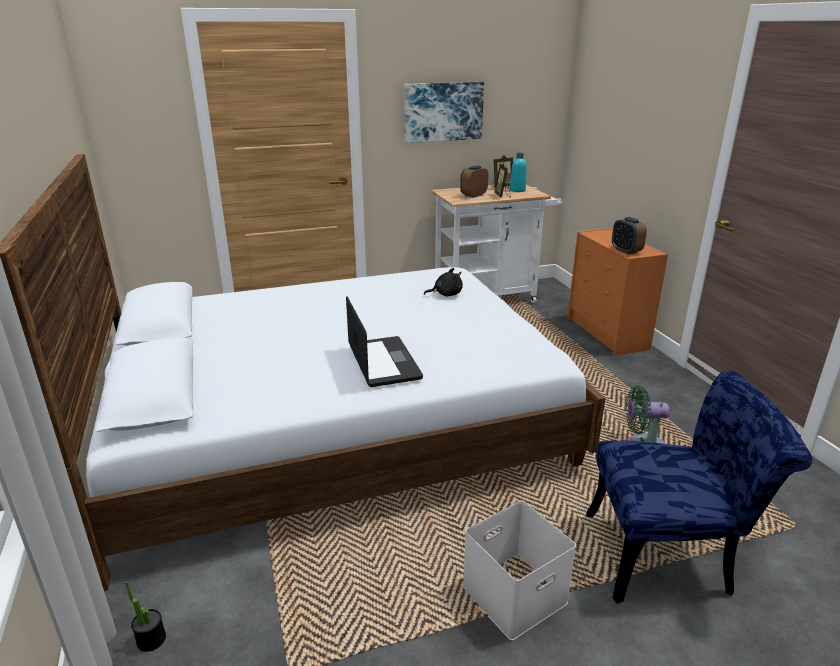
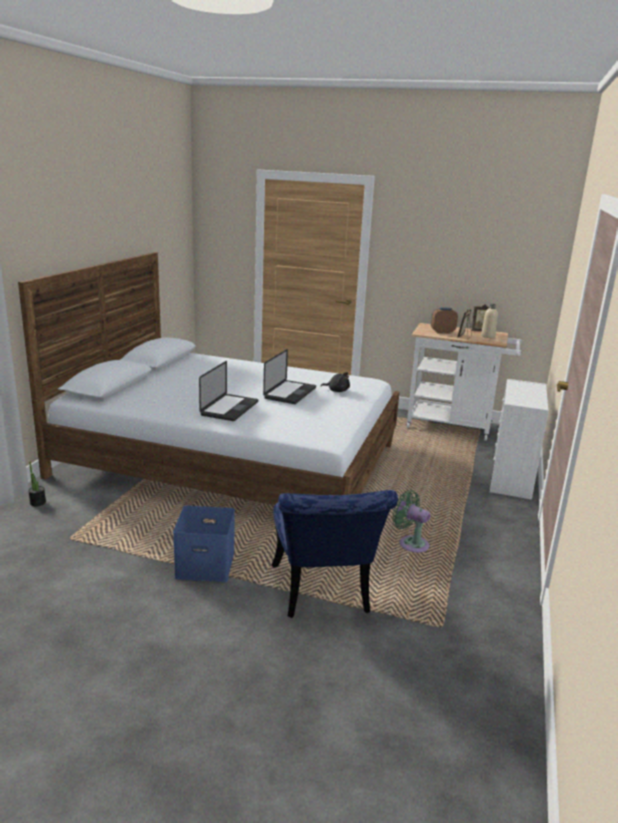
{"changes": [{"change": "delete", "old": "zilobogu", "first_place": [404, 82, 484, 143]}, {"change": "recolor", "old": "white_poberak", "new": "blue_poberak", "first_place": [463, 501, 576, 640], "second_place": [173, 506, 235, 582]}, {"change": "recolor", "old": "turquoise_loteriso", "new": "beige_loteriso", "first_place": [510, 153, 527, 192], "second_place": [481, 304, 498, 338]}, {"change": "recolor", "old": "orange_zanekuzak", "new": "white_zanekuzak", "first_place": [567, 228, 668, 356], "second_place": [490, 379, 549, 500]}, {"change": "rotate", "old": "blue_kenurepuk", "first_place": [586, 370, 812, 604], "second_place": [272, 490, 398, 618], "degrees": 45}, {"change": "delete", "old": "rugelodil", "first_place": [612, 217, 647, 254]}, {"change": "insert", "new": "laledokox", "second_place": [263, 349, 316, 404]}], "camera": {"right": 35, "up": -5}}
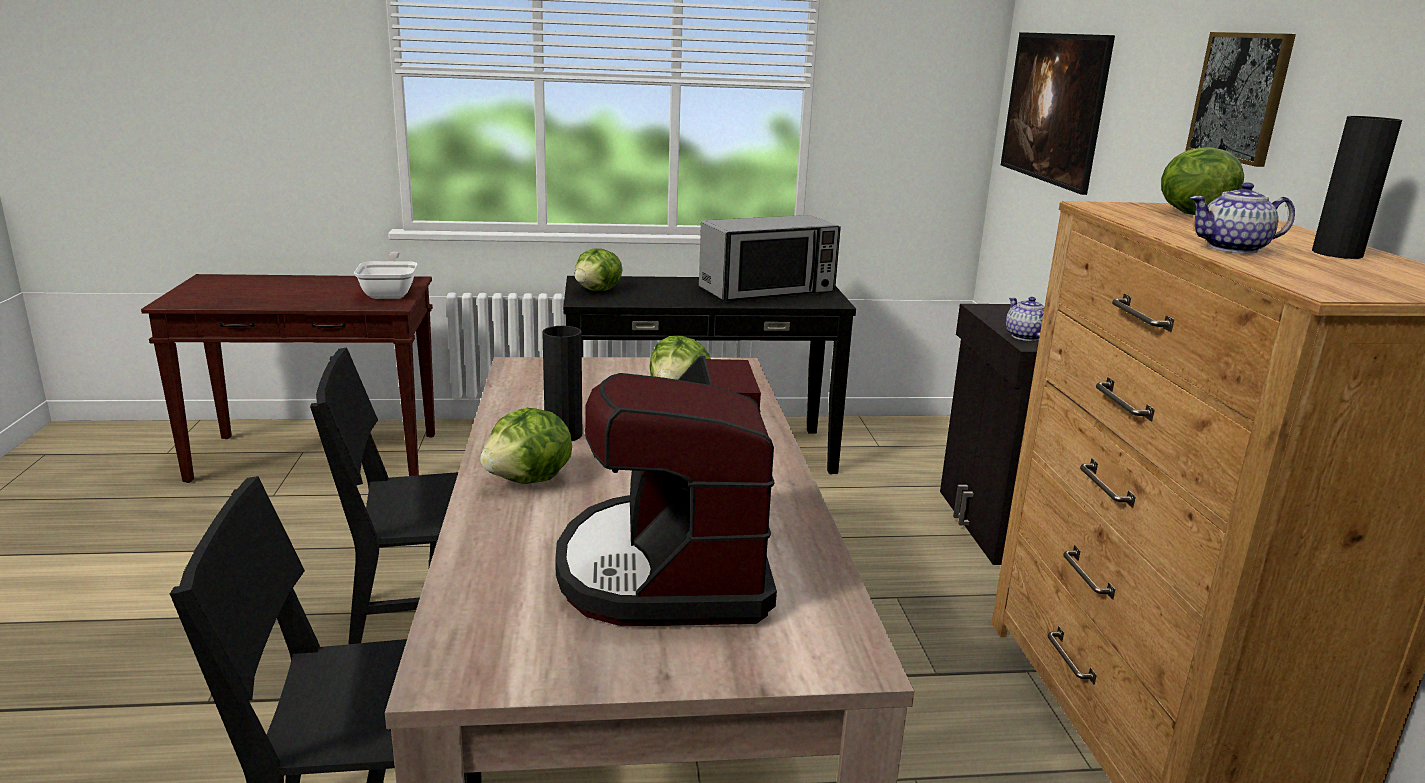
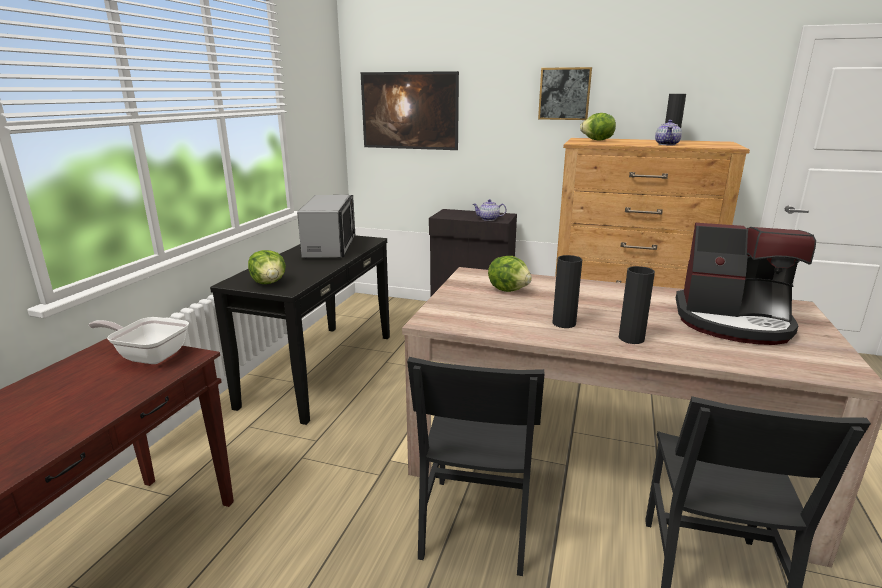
{"changes": [{"change": "replace", "old": "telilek", "new": "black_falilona", "first_place": [480, 408, 572, 484], "second_place": [619, 266, 655, 344]}], "camera": {"right": -65, "up": 0}}
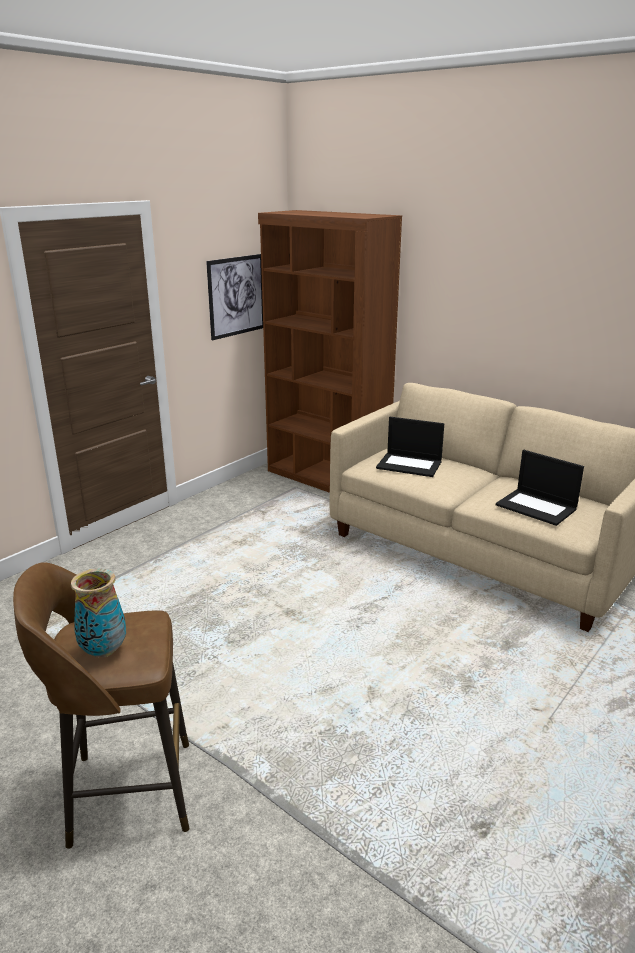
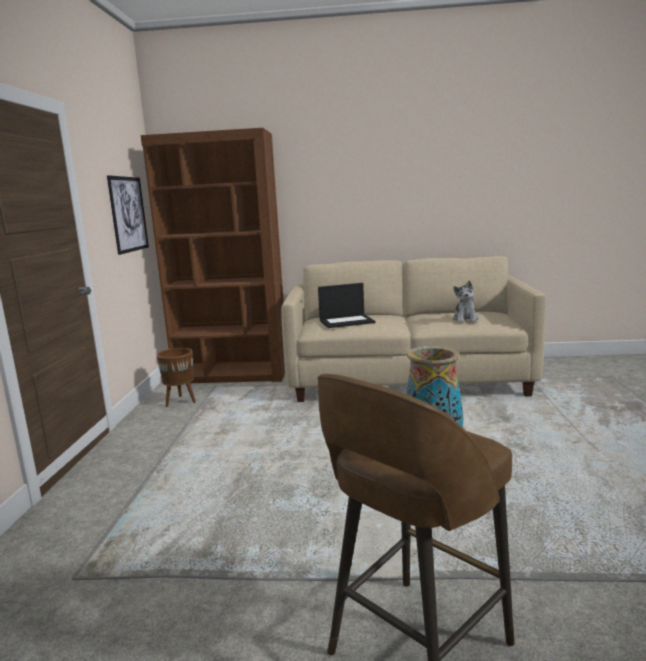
{"changes": [{"change": "replace", "old": "laledokox", "new": "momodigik", "first_place": [496, 450, 584, 526], "second_place": [453, 281, 479, 323]}, {"change": "insert", "new": "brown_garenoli", "second_place": [157, 348, 196, 407]}], "camera": {"right": -35, "up": -10}}
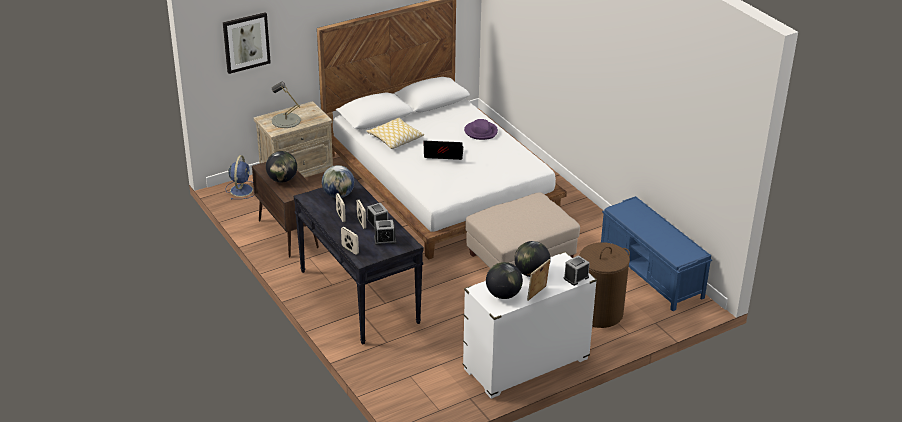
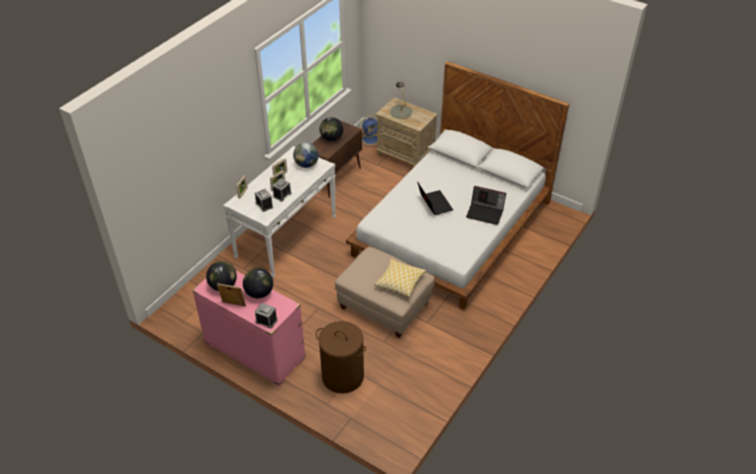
{"changes": [{"change": "delete", "old": "zilobogu", "first_place": [223, 12, 271, 74]}, {"change": "recolor", "old": "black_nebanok", "new": "white_nebanok", "first_place": [294, 177, 423, 345], "second_place": [223, 146, 336, 278]}, {"change": "move", "old": "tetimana", "first_place": [366, 118, 424, 149], "second_place": [374, 258, 426, 298]}, {"change": "recolor", "old": "white_zanekuzak", "new": "pink_zanekuzak", "first_place": [463, 252, 597, 399], "second_place": [192, 271, 306, 387]}, {"change": "replace", "old": "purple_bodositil", "new": "laledokox", "first_place": [464, 119, 498, 140], "second_place": [466, 186, 506, 225]}, {"change": "delete", "old": "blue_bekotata", "first_place": [601, 196, 712, 311]}], "camera": {"right": 65, "up": 10}}
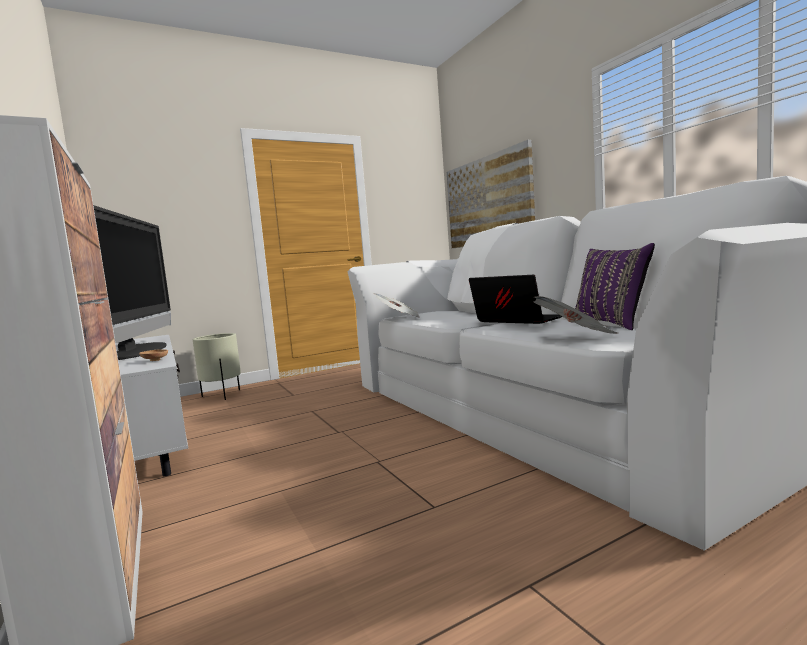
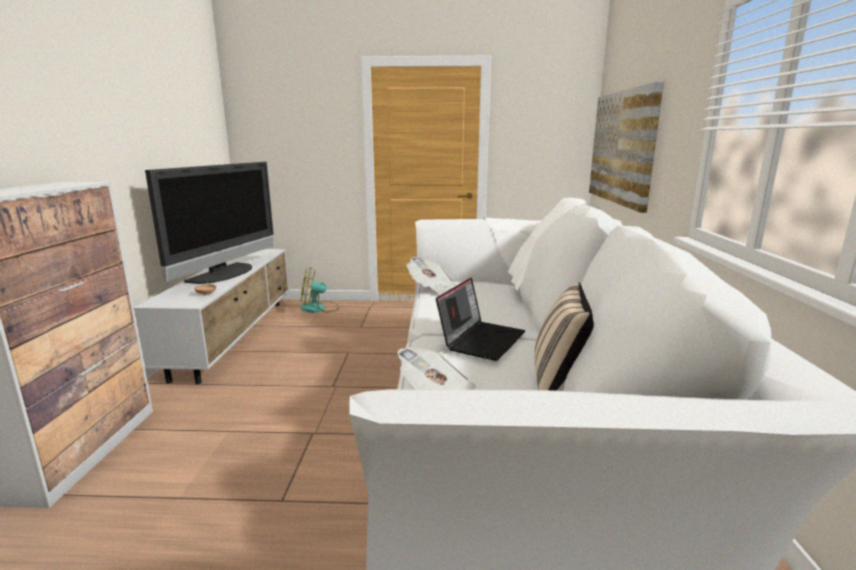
{"changes": [{"change": "replace", "old": "beige_garenoli", "new": "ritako", "first_place": [193, 333, 241, 400], "second_place": [300, 267, 339, 313]}, {"change": "rotate", "old": "laledokox", "first_place": [469, 275, 562, 324], "second_place": [436, 277, 525, 361], "degrees": 45}, {"change": "recolor", "old": "purple_tetimana", "new": "beige_tetimana", "first_place": [572, 243, 655, 330], "second_place": [534, 282, 594, 391]}], "camera": {"right": 30, "up": 10}}
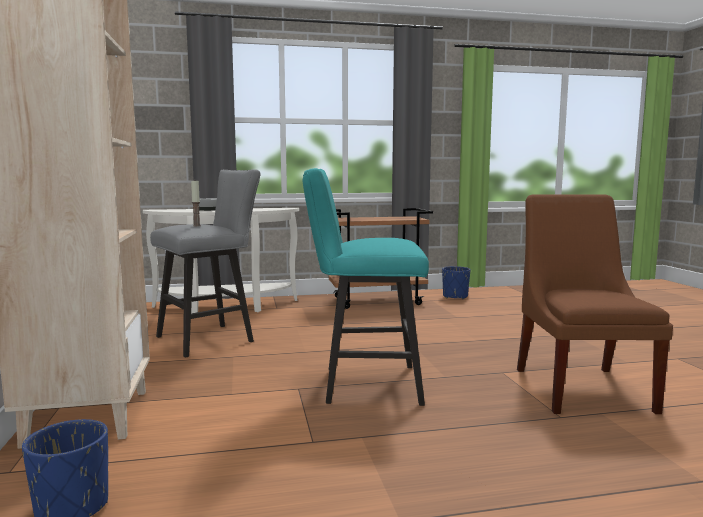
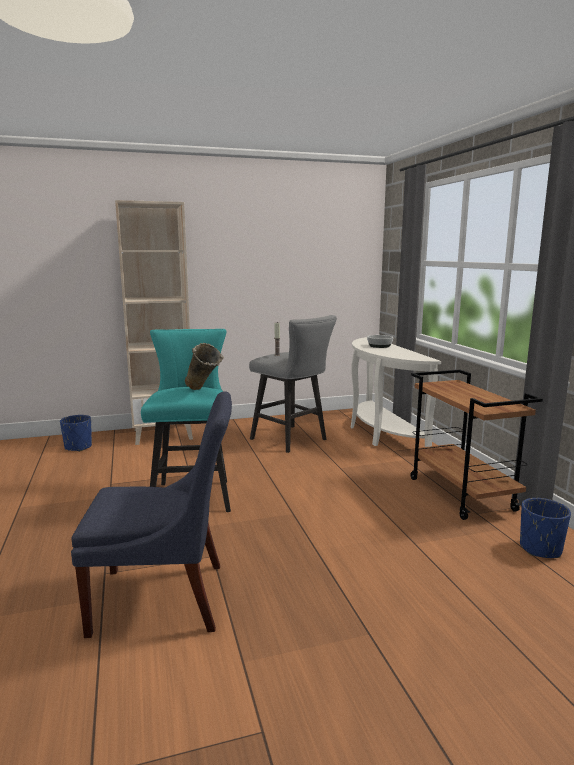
{"changes": [{"change": "recolor", "old": "brown_kenurepuk", "new": "blue_kenurepuk", "first_place": [517, 194, 673, 414], "second_place": [71, 392, 232, 638]}, {"change": "insert", "new": "beige_falilona", "second_place": [185, 343, 224, 390]}], "camera": {"right": 85, "up": 5}}
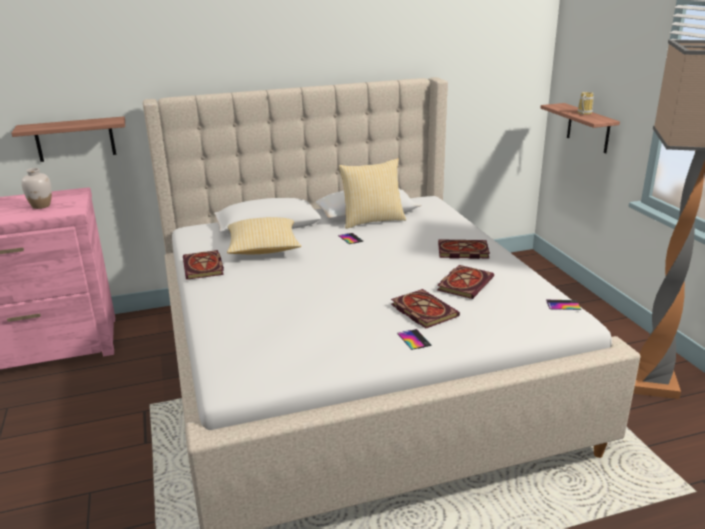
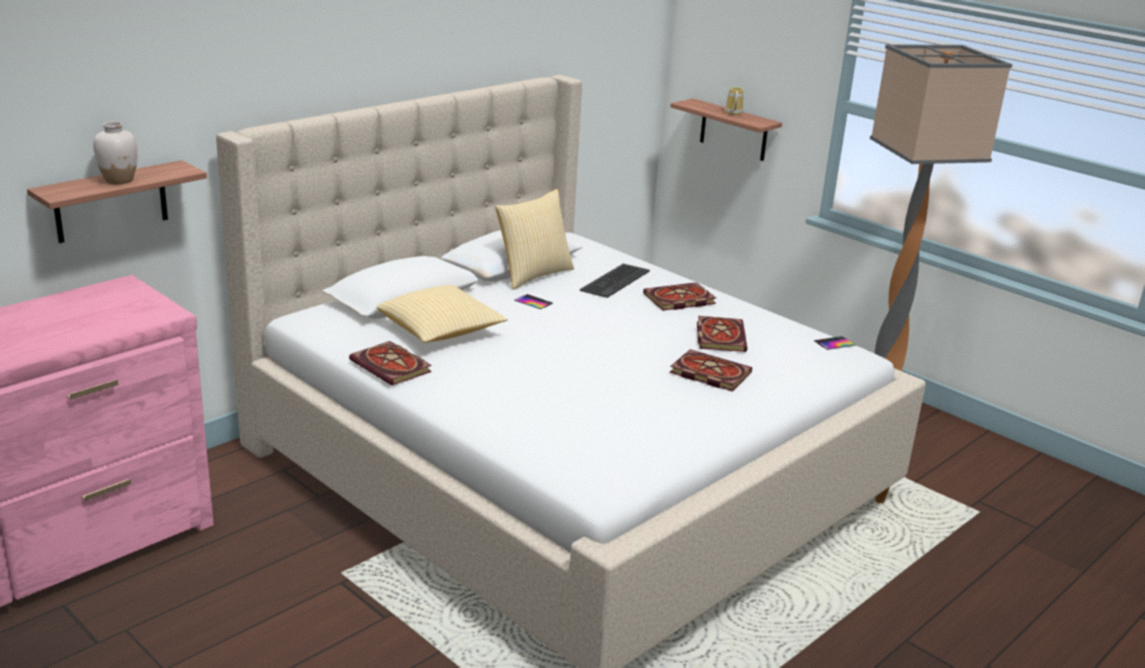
{"changes": [{"change": "move", "old": "white_falilona", "first_place": [21, 168, 52, 209], "second_place": [93, 121, 138, 185]}, {"change": "delete", "old": "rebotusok", "first_place": [397, 329, 432, 350]}, {"change": "insert", "new": "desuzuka", "second_place": [580, 264, 650, 298]}], "camera": {"right": -30, "up": 0}}
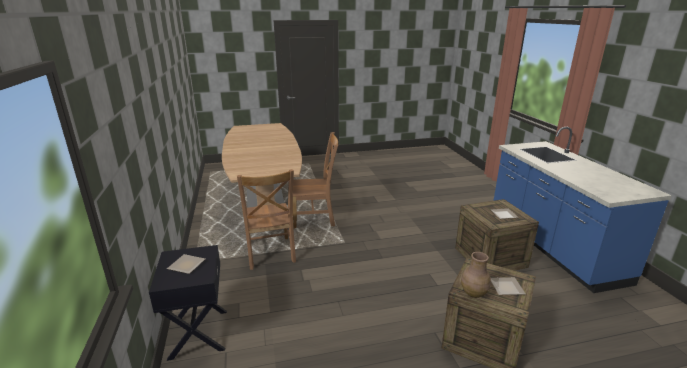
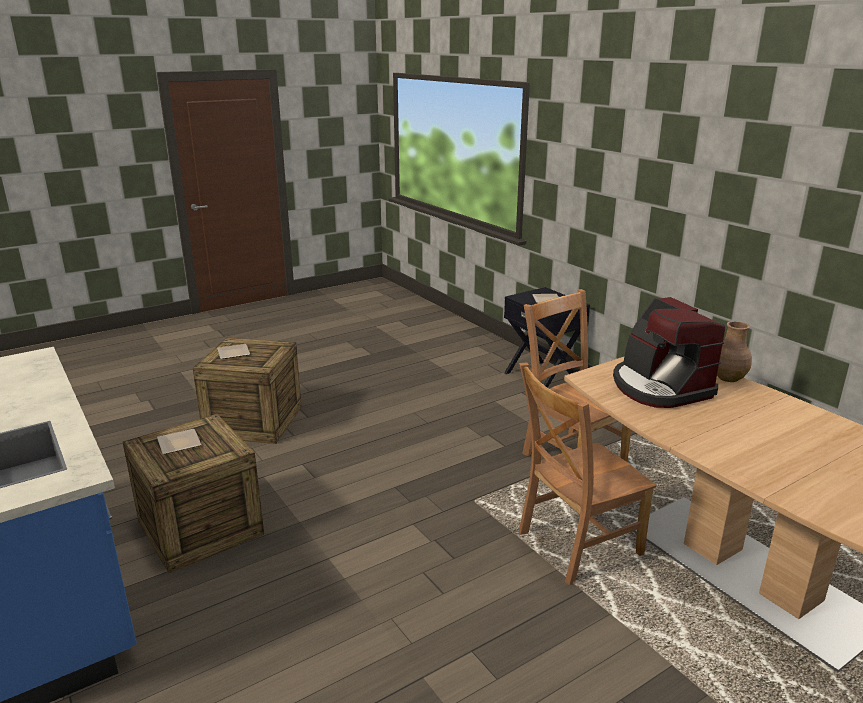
{"changes": [{"change": "move", "old": "brown_falilona", "first_place": [461, 252, 491, 298], "second_place": [717, 321, 752, 382]}, {"change": "insert", "new": "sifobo", "second_place": [613, 297, 725, 408]}], "camera": {"right": 160, "up": 0}}
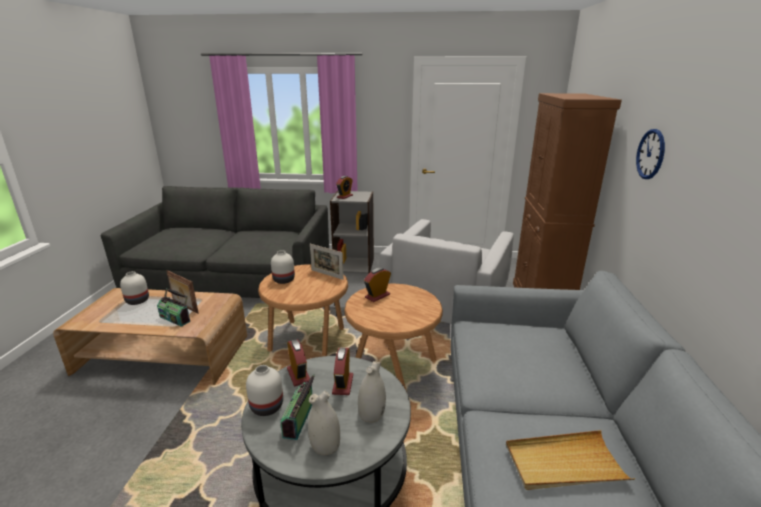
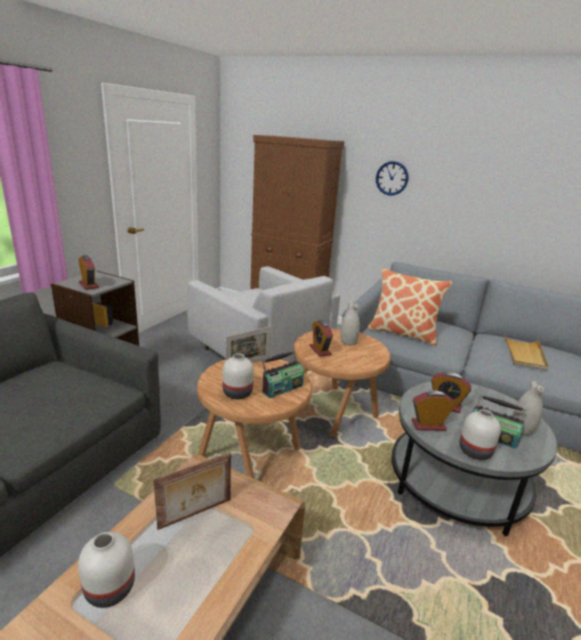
{"changes": [{"change": "move", "old": "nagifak", "first_place": [157, 288, 190, 327], "second_place": [262, 351, 304, 398]}, {"change": "move", "old": "white_falilona", "first_place": [358, 361, 386, 423], "second_place": [340, 302, 360, 346]}, {"change": "insert", "new": "tetimana", "second_place": [367, 268, 453, 346]}], "camera": {"right": -70, "up": 0}}
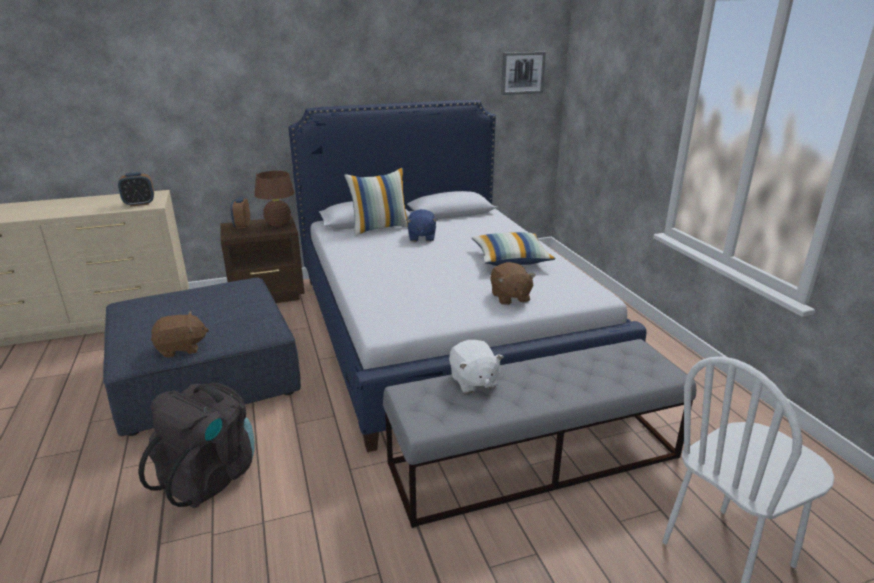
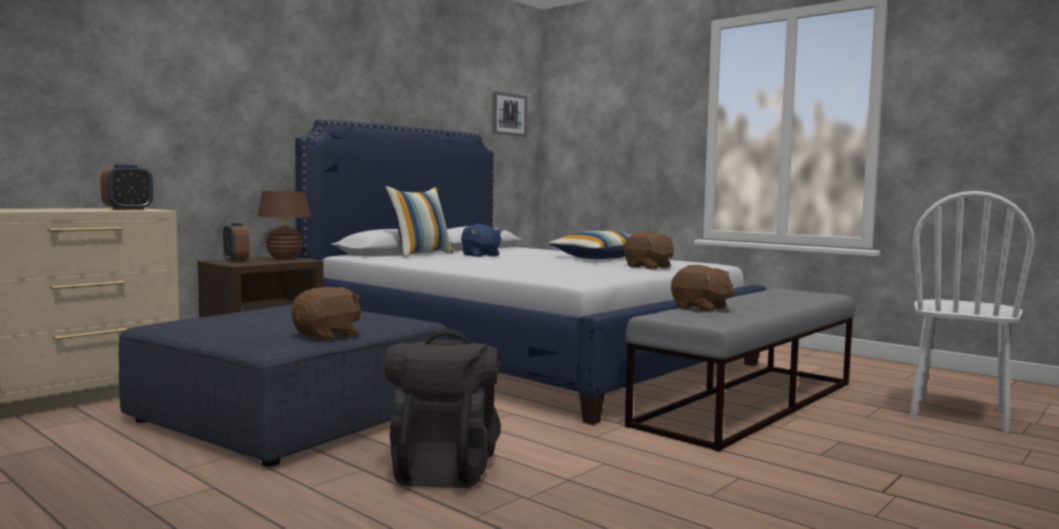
{"changes": [{"change": "recolor", "old": "white_momodigik", "new": "brown_momodigik", "first_place": [449, 340, 504, 394], "second_place": [671, 265, 734, 312]}], "camera": {"right": -30, "up": -20}}
